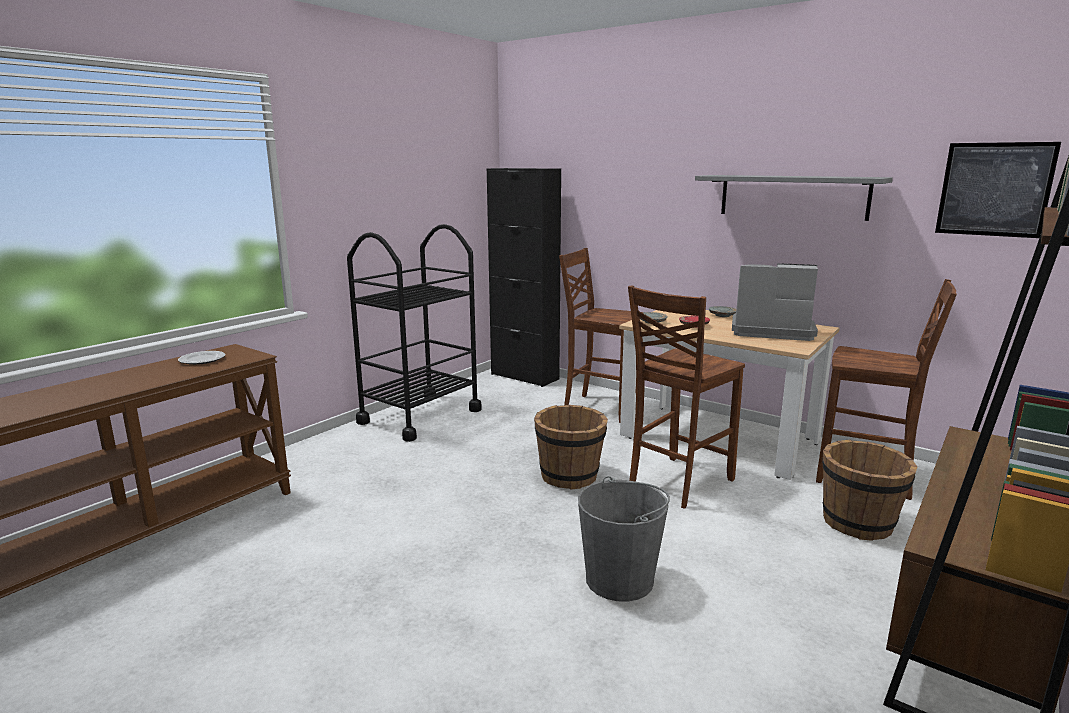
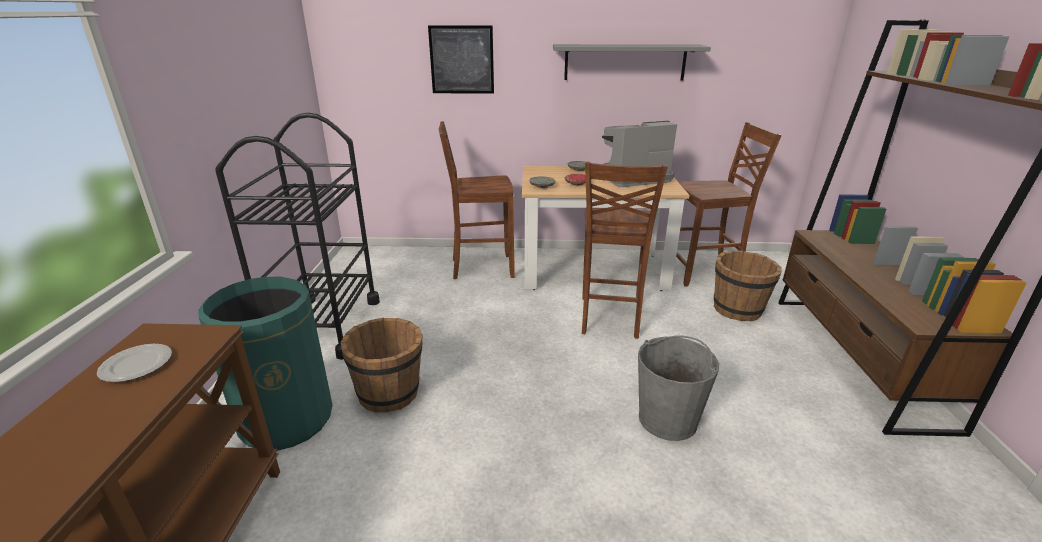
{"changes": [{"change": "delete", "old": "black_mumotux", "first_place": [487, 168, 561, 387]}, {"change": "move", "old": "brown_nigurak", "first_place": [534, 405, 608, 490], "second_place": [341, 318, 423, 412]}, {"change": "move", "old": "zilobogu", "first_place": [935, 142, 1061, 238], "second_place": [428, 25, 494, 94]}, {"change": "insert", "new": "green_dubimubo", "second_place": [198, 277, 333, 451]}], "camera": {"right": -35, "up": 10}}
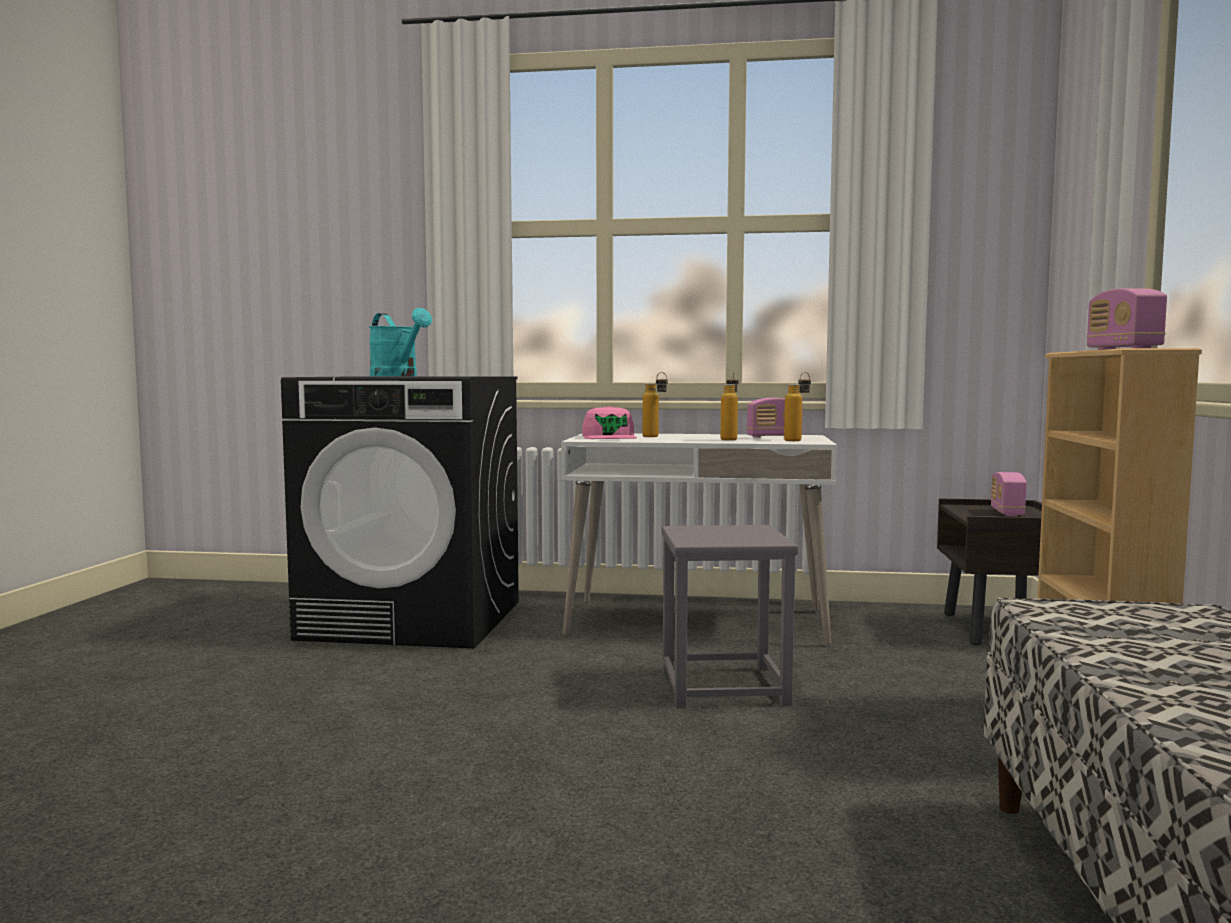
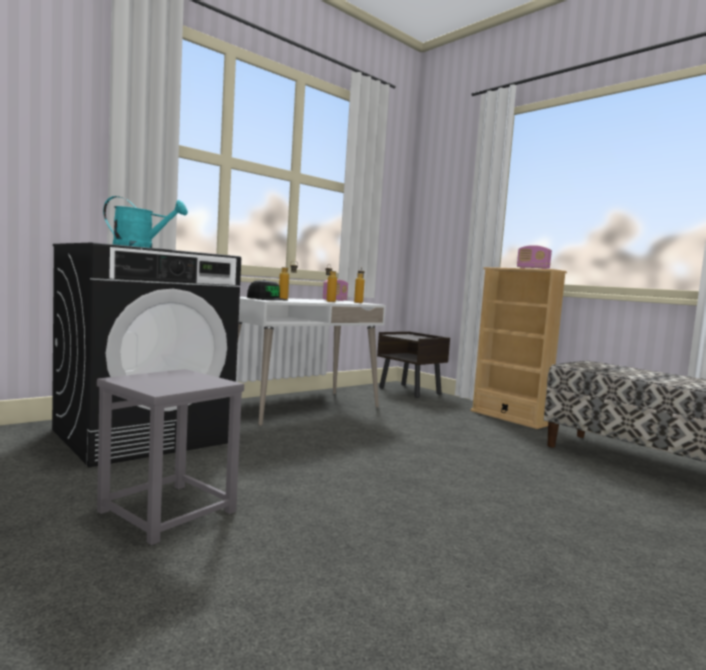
{"changes": [{"change": "recolor", "old": "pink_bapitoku", "new": "black_bapitoku", "first_place": [582, 406, 637, 439], "second_place": [247, 280, 287, 300]}, {"change": "move", "old": "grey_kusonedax", "first_place": [661, 525, 798, 709], "second_place": [97, 369, 244, 545]}, {"change": "delete", "old": "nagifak", "first_place": [991, 472, 1027, 516]}], "camera": {"right": -50, "up": 0}}
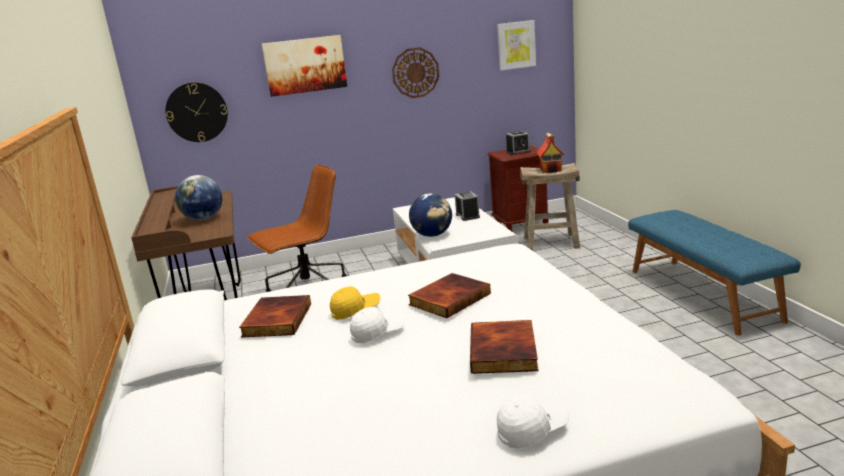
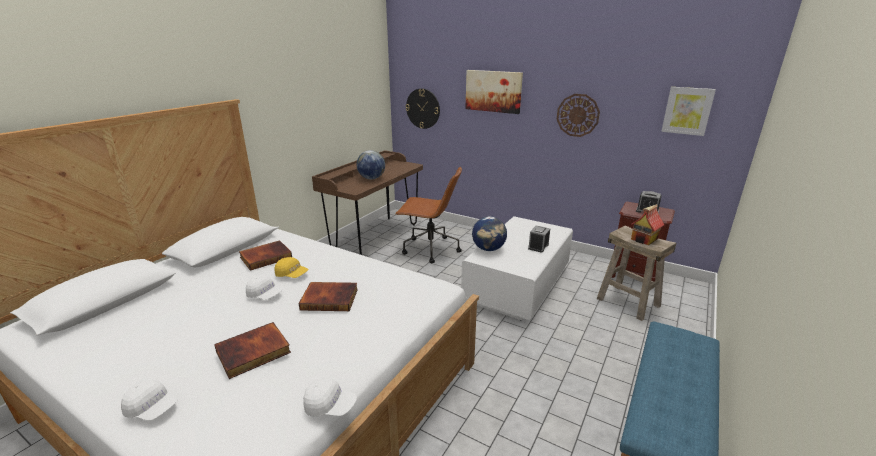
{"changes": [{"change": "insert", "new": "white_bapitoku", "second_place": [303, 378, 357, 416]}], "camera": {"right": 45, "up": 5}}
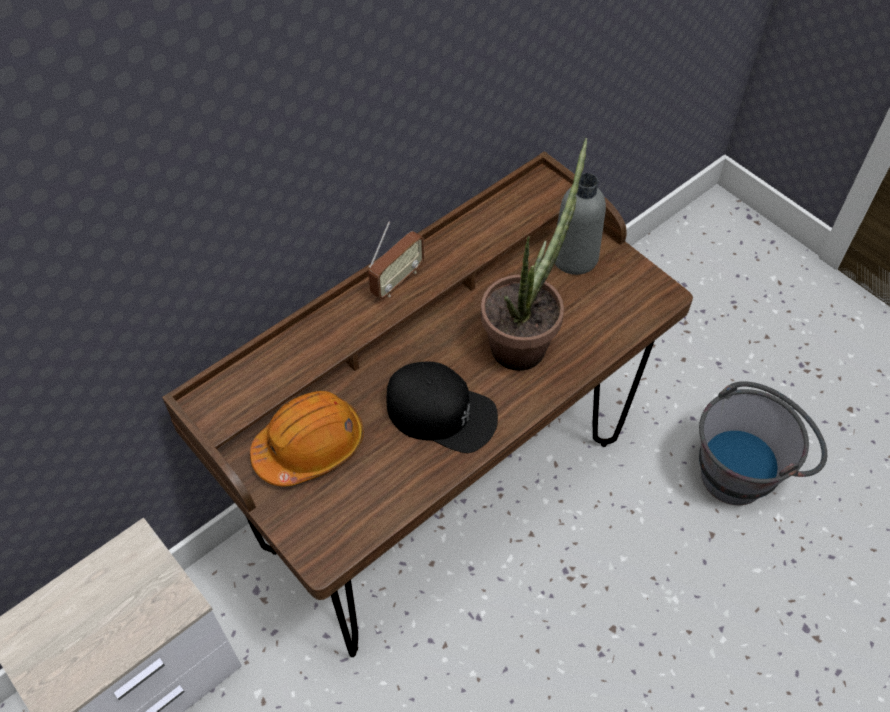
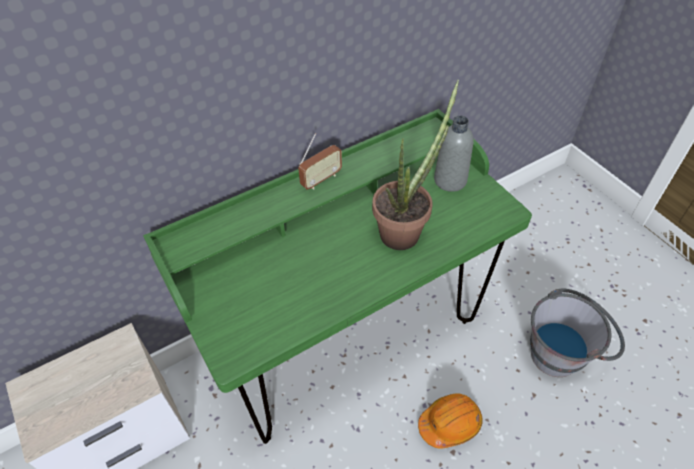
{"changes": [{"change": "recolor", "old": "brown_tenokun", "new": "green_tenokun", "first_place": [162, 151, 693, 657], "second_place": [143, 109, 532, 444]}, {"change": "move", "old": "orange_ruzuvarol", "first_place": [250, 391, 364, 486], "second_place": [418, 393, 483, 449]}, {"change": "delete", "old": "black_bapitoku", "first_place": [386, 361, 498, 453]}], "camera": {"right": 10, "up": -5}}
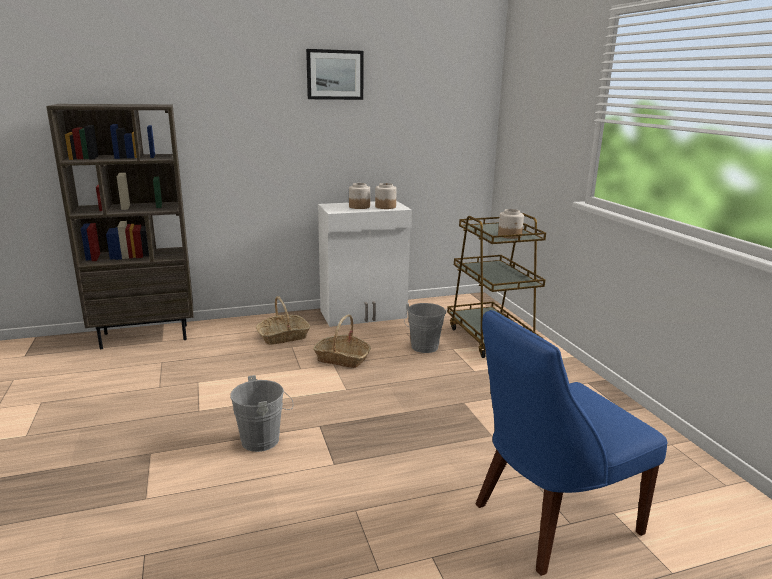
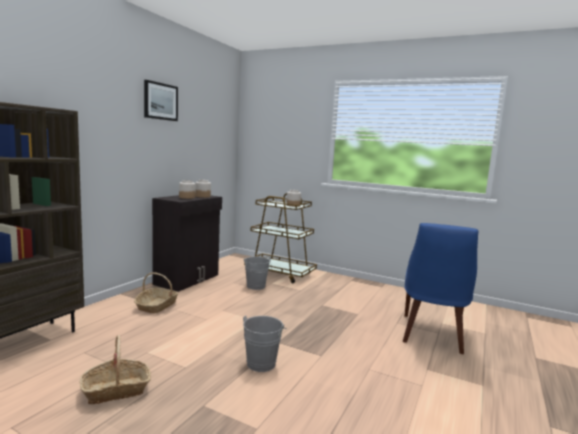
{"changes": [{"change": "move", "old": "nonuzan", "first_place": [313, 314, 371, 368], "second_place": [80, 335, 151, 404]}, {"change": "recolor", "old": "white_mumotux", "new": "black_mumotux", "first_place": [318, 201, 412, 327], "second_place": [152, 195, 222, 292]}], "camera": {"right": -45, "up": -10}}
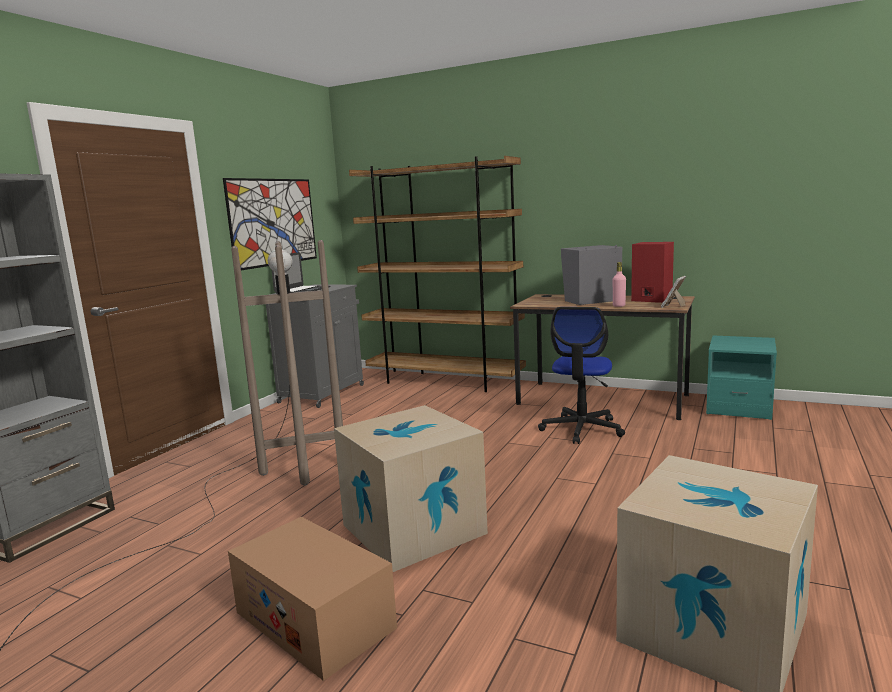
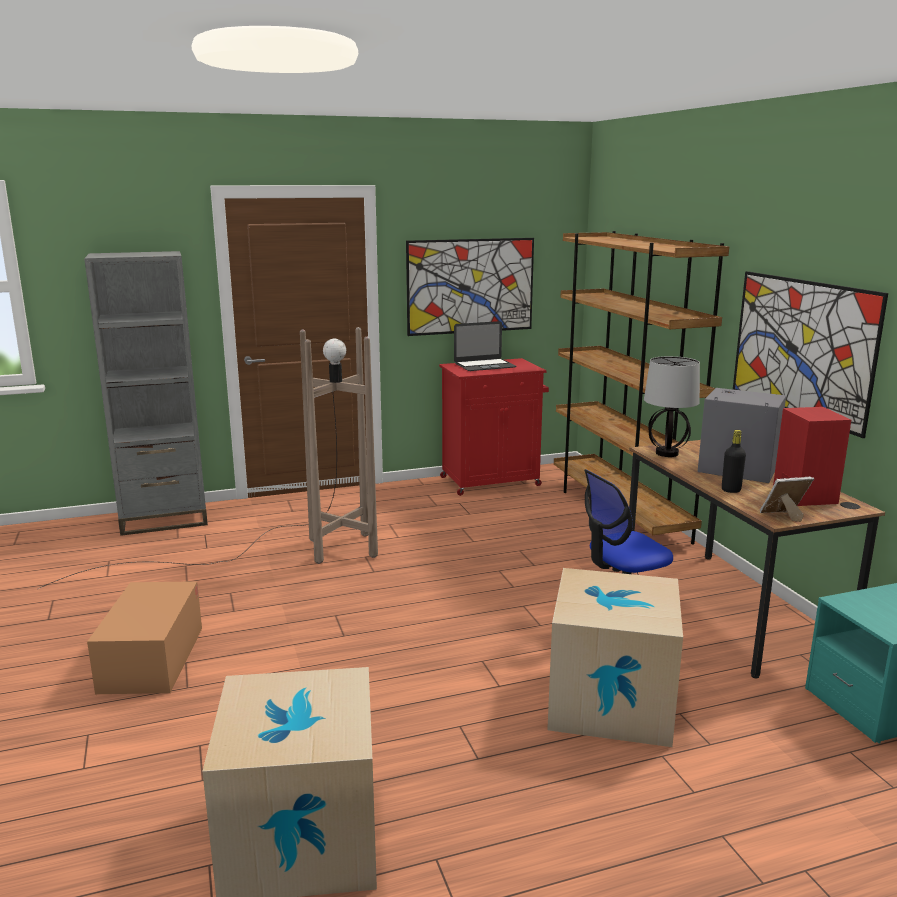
{"changes": [{"change": "recolor", "old": "grey_mumotux", "new": "red_mumotux", "first_place": [266, 284, 364, 408], "second_place": [439, 358, 549, 496]}, {"change": "move", "old": "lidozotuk", "first_place": [334, 405, 488, 572], "second_place": [547, 568, 683, 747]}, {"change": "recolor", "old": "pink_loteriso", "new": "black_loteriso", "first_place": [613, 262, 626, 307], "second_place": [722, 430, 746, 493]}, {"change": "insert", "new": "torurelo", "second_place": [644, 356, 700, 457]}, {"change": "insert", "new": "zilobogu", "second_place": [733, 271, 888, 438]}], "camera": {"right": 45, "up": 5}}
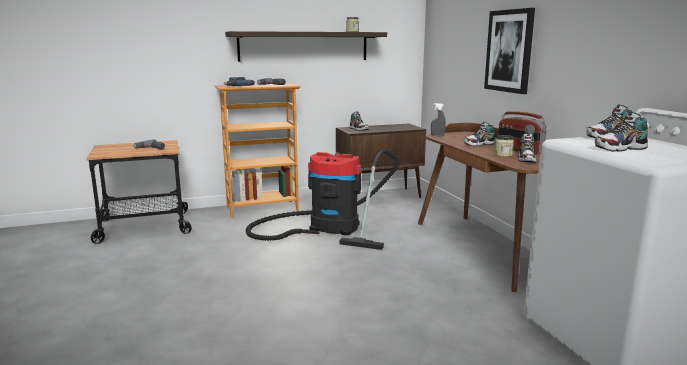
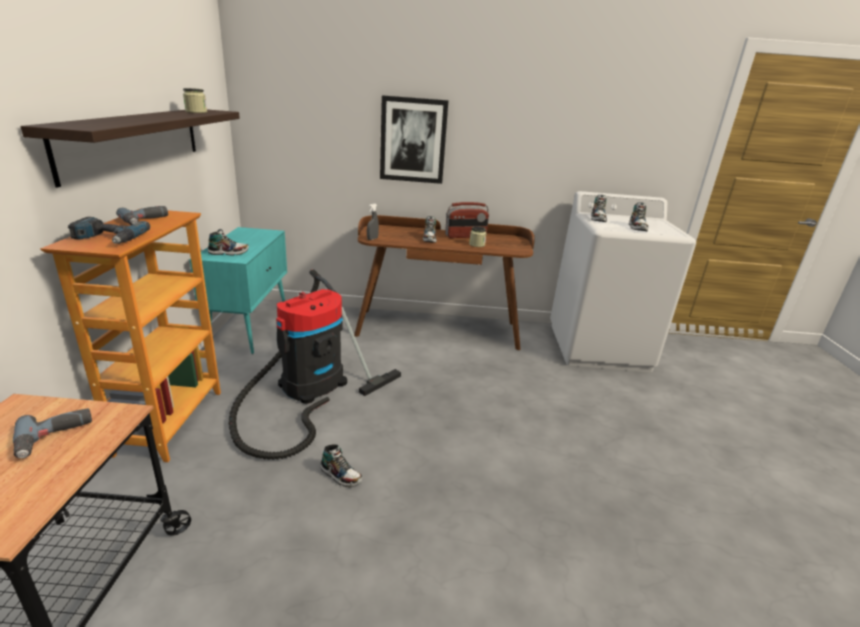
{"changes": [{"change": "recolor", "old": "brown_mumotux", "new": "turquoise_mumotux", "first_place": [336, 124, 426, 198], "second_place": [189, 227, 287, 354]}, {"change": "move", "old": "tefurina", "first_place": [519, 133, 536, 163], "second_place": [320, 444, 362, 487]}], "camera": {"right": -70, "up": 10}}
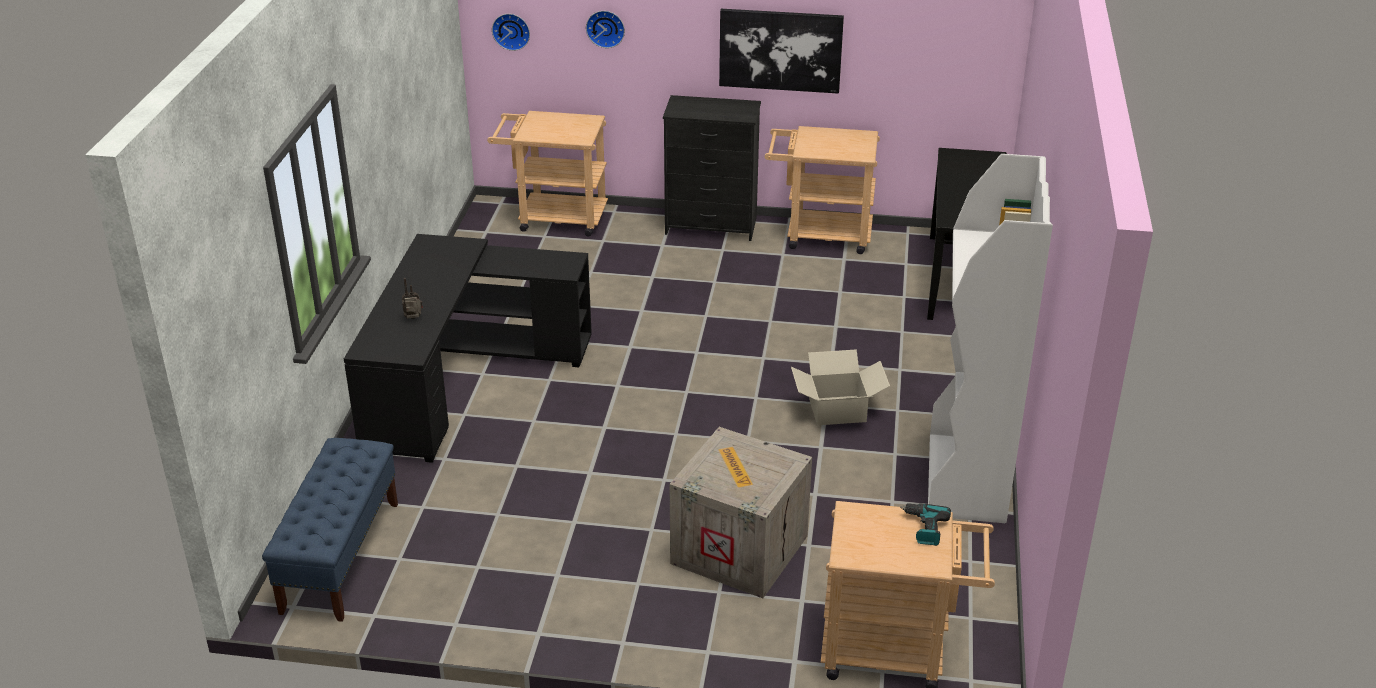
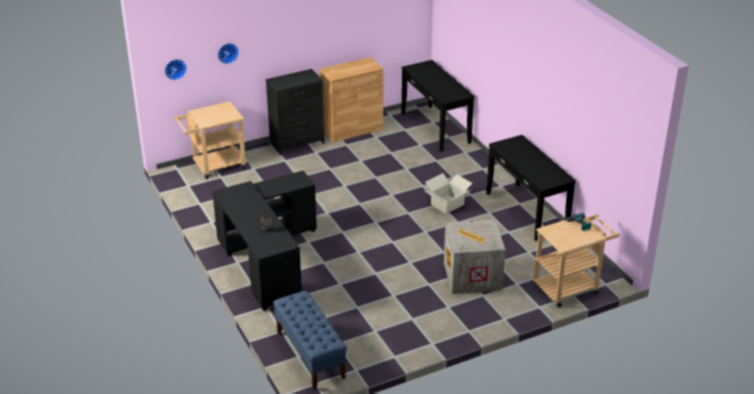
{"changes": [{"change": "delete", "old": "zilobogu", "first_place": [719, 9, 844, 94]}, {"change": "replace", "old": "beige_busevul", "new": "brown_mumotux", "first_place": [765, 126, 880, 254], "second_place": [320, 57, 384, 143]}, {"change": "replace", "old": "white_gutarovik", "new": "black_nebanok", "first_place": [928, 154, 1053, 523], "second_place": [486, 135, 576, 241]}], "camera": {"right": -35, "up": 0}}
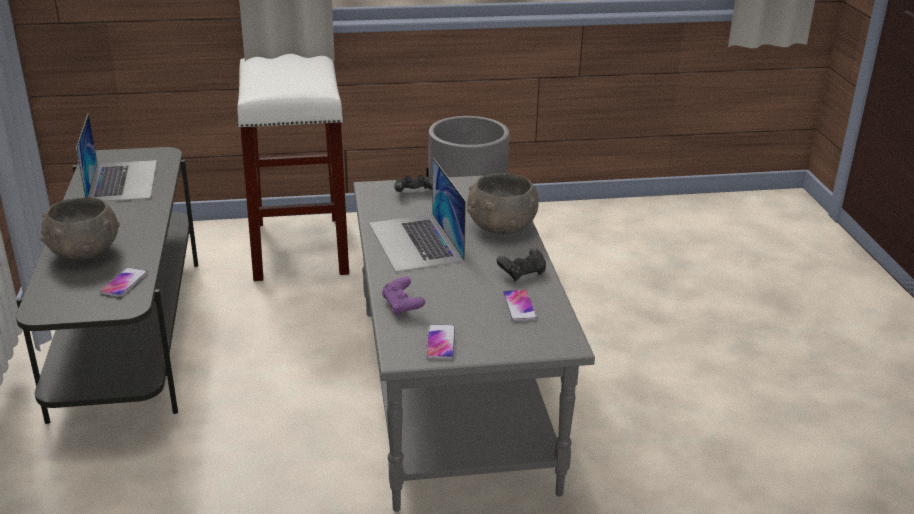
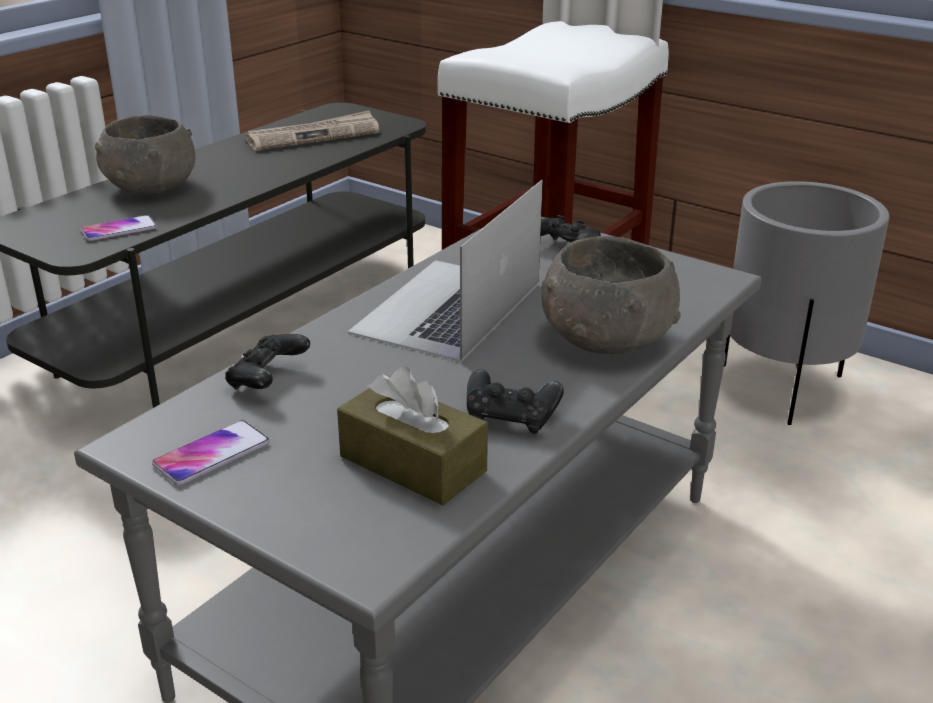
{"changes": [{"change": "replace", "old": "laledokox", "new": "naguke", "first_place": [76, 113, 157, 202], "second_place": [245, 110, 380, 151]}, {"change": "recolor", "old": "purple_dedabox", "new": "black_dedabox", "first_place": [382, 277, 425, 316], "second_place": [225, 334, 310, 390]}, {"change": "replace", "old": "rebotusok", "new": "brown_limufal", "first_place": [503, 289, 537, 321], "second_place": [337, 366, 488, 505]}], "camera": {"right": 45, "up": 0}}
